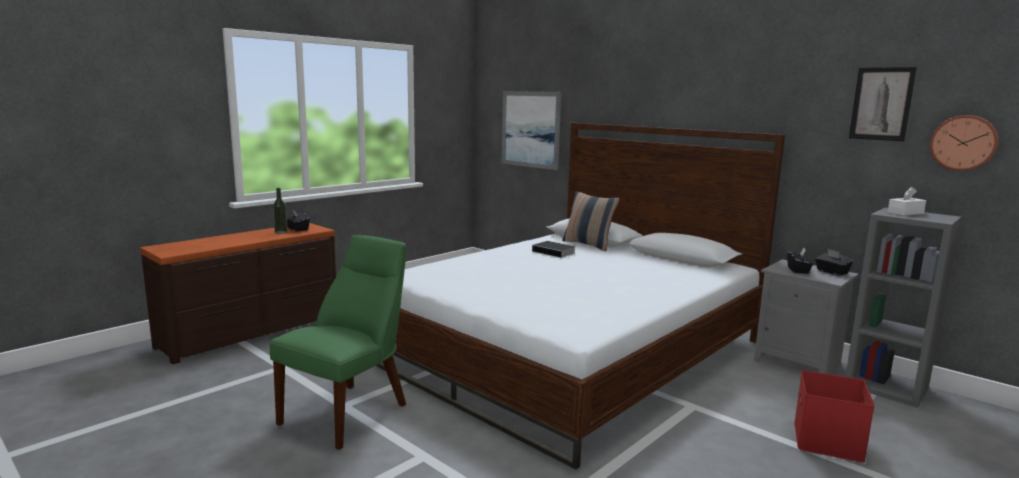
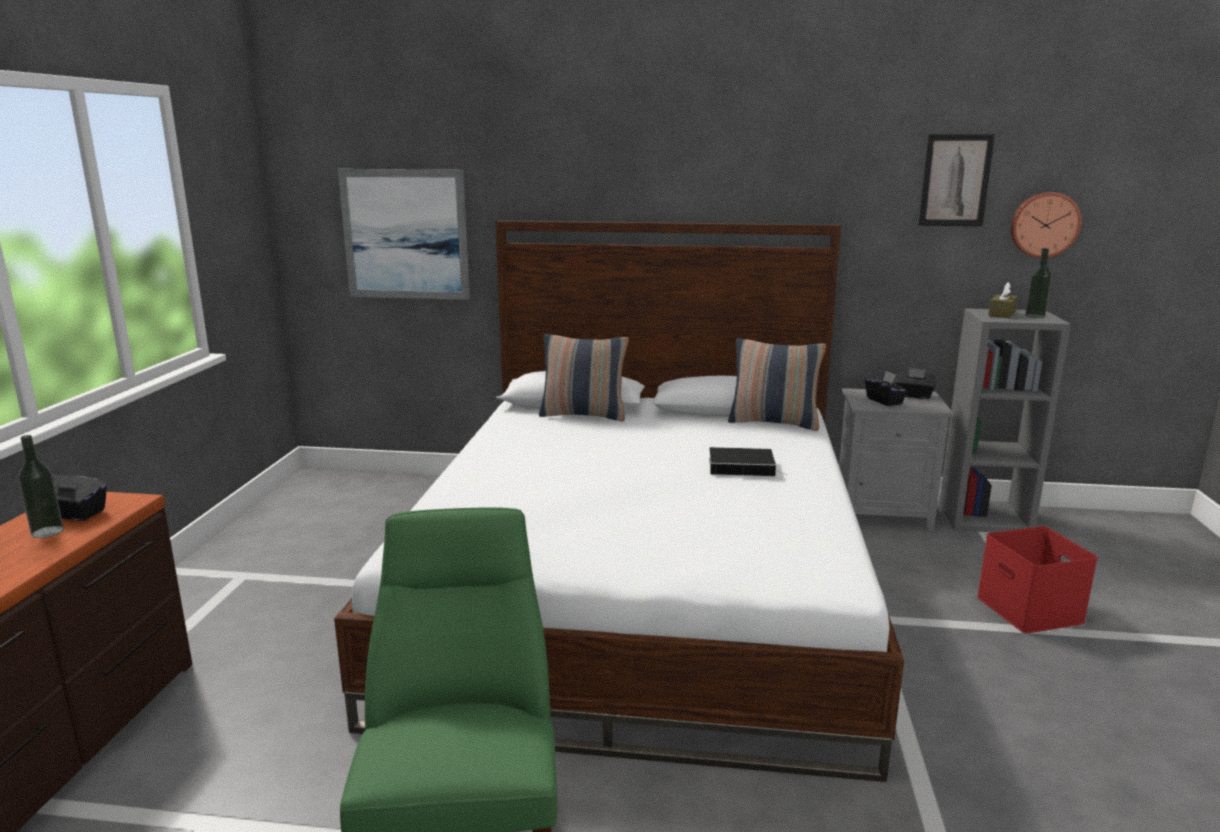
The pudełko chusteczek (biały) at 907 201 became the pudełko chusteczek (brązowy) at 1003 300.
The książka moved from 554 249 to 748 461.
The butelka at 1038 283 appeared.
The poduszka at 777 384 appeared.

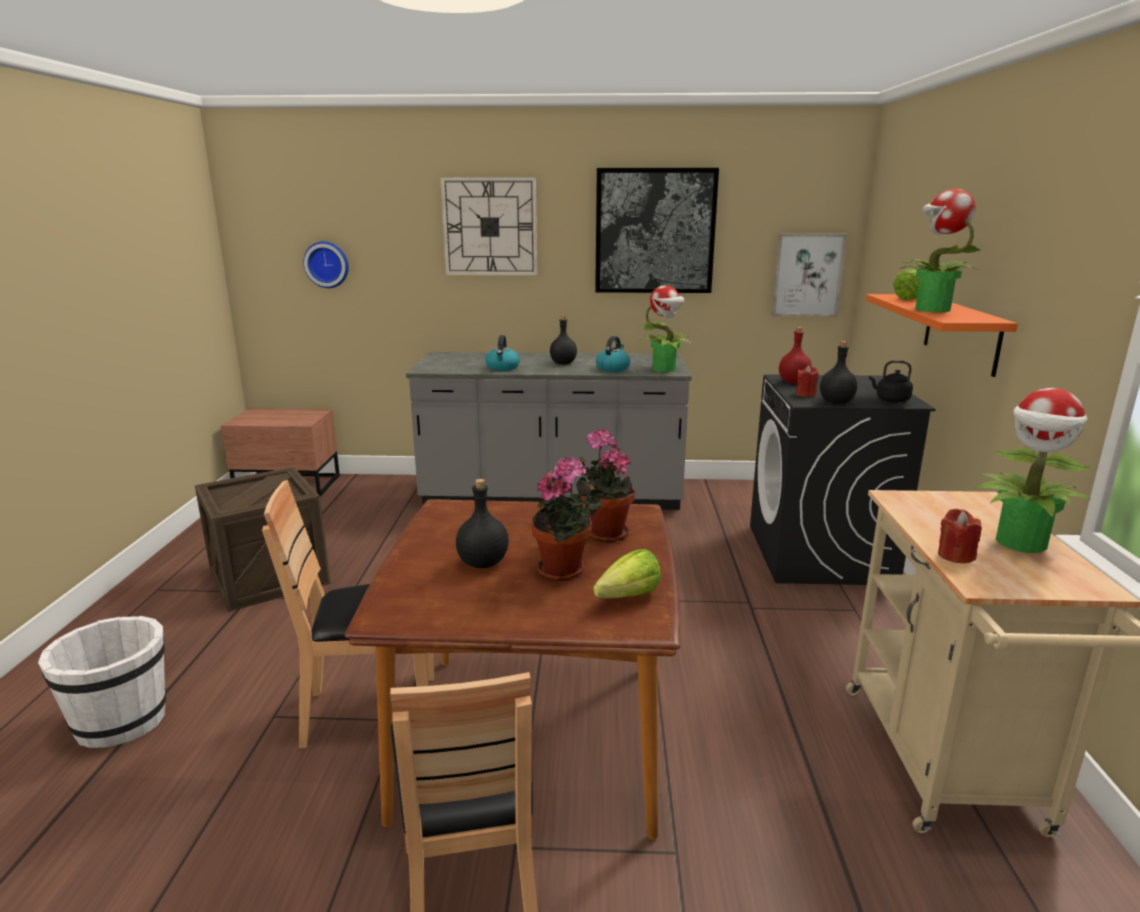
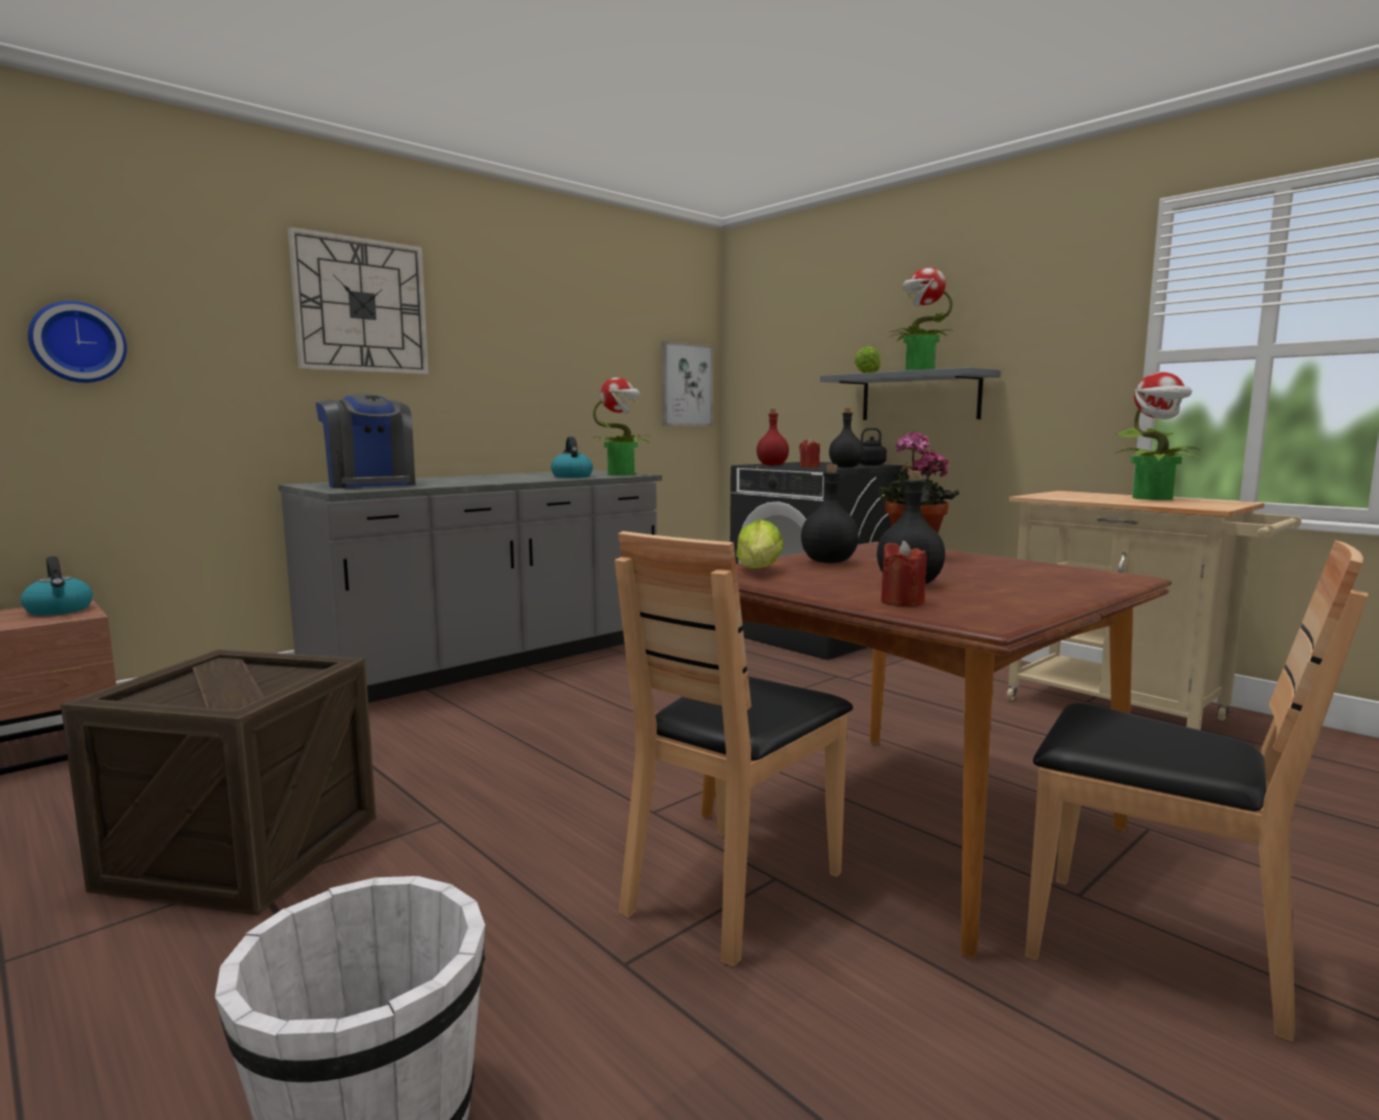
The obraz at 657 230 disappeared.
The półka (pomarańczowy) at 942 335 became the półka (szary) at 910 393.
The butelka (czarny) moved from 563 340 to 830 513.
The czajnik moved from 502 353 to 56 585.
The roślina doniczkowa at 566 519 disappeared.
The świeca (czerwony) moved from 960 536 to 904 574.
The sałata moved from 627 573 to 760 543.
The ekspres do kawy at 365 440 appeared.

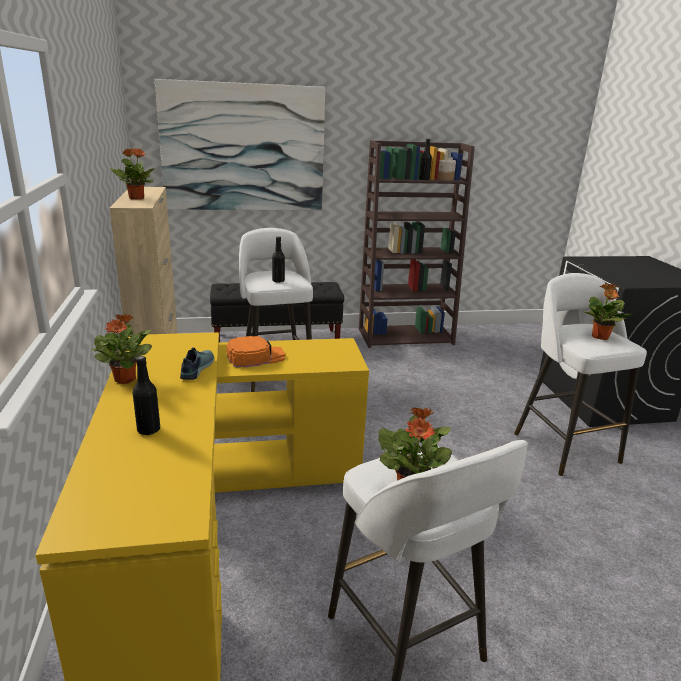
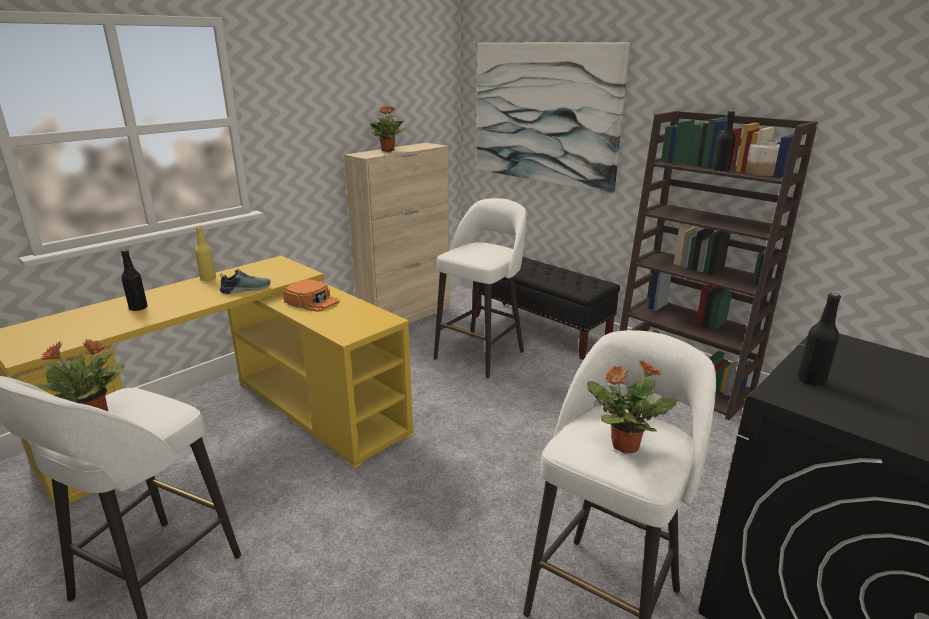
The butelka (czarny) moved from 278 259 to 819 339.
The roślina doniczkowa at 121 349 was replaced by the butelka (żółty) at 205 253.

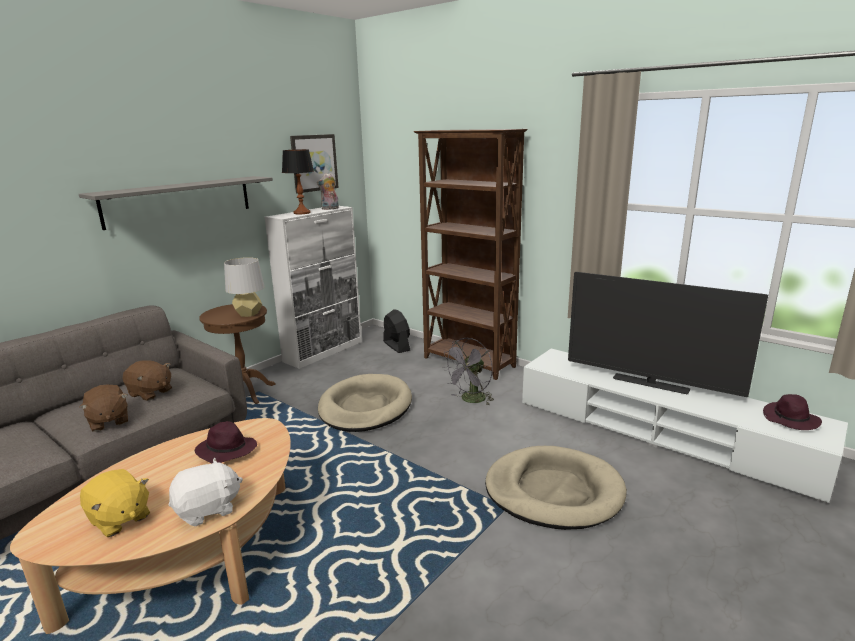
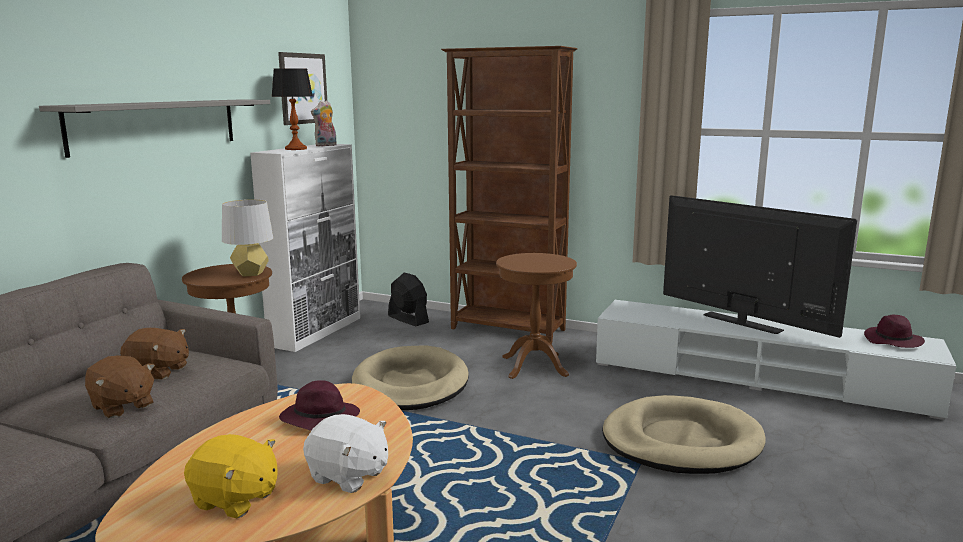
The telewizor at 668 334 turned 150 degrees counterclockwise.
The wentylator (szary) at 467 371 was replaced by the stolik (brązowy) at 536 316.
The pluszak (biały) at 206 492 turned 75 degrees clockwise.

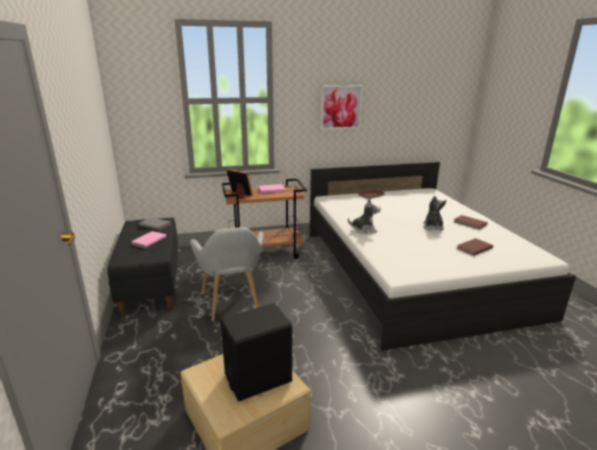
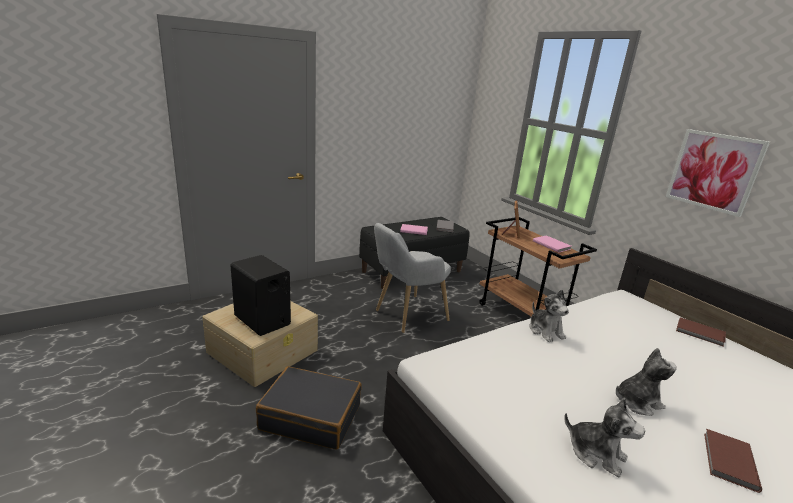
The książka (brązowy) at 475 247 was replaced by the pluszak at 604 437.
The walizka (czarny) at 309 408 appeared.

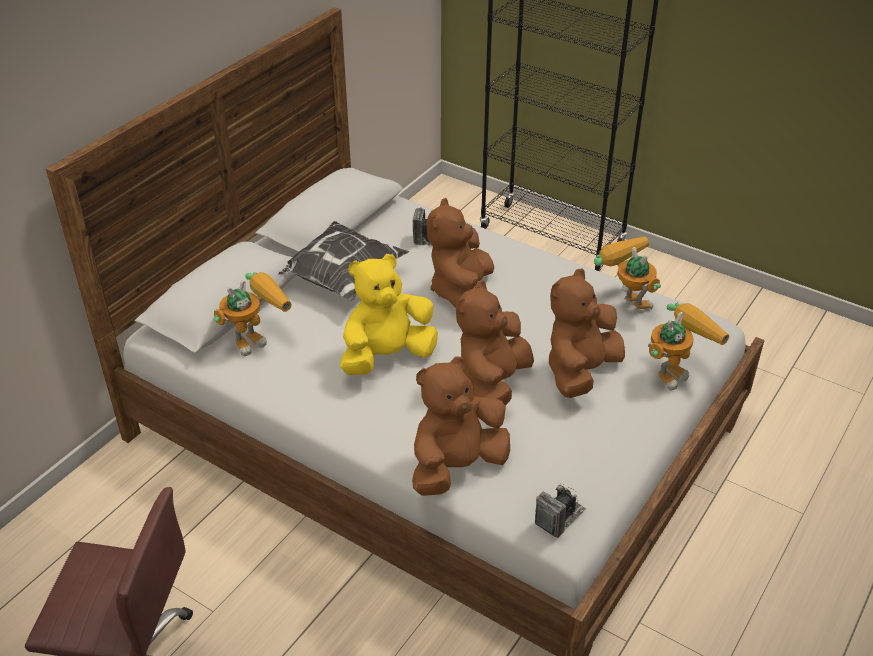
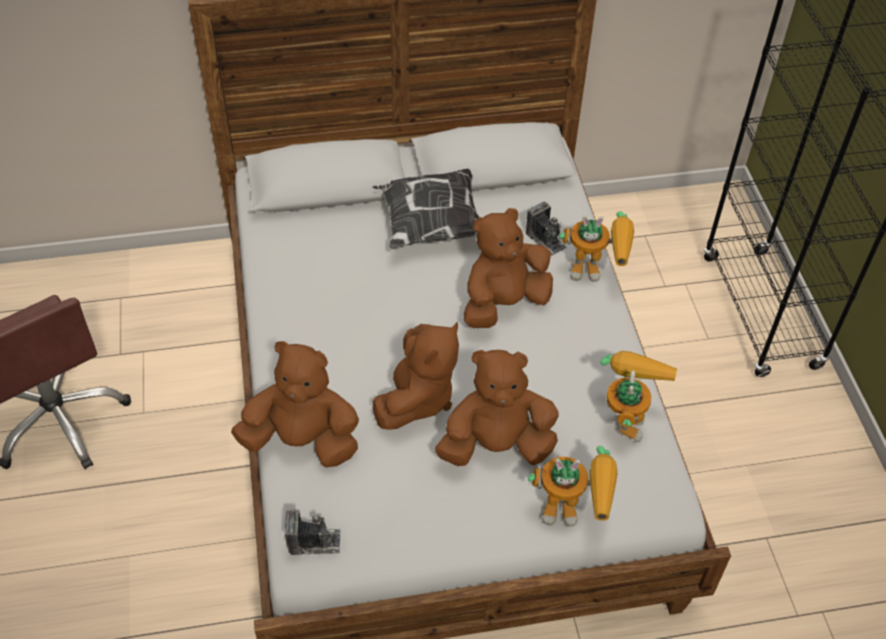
The pluszak (żółty) at 389 314 disappeared.
The robot zabawkowy moved from 253 314 to 596 246.
The pluszak (brązowy) at 495 342 turned 135 degrees clockwise.

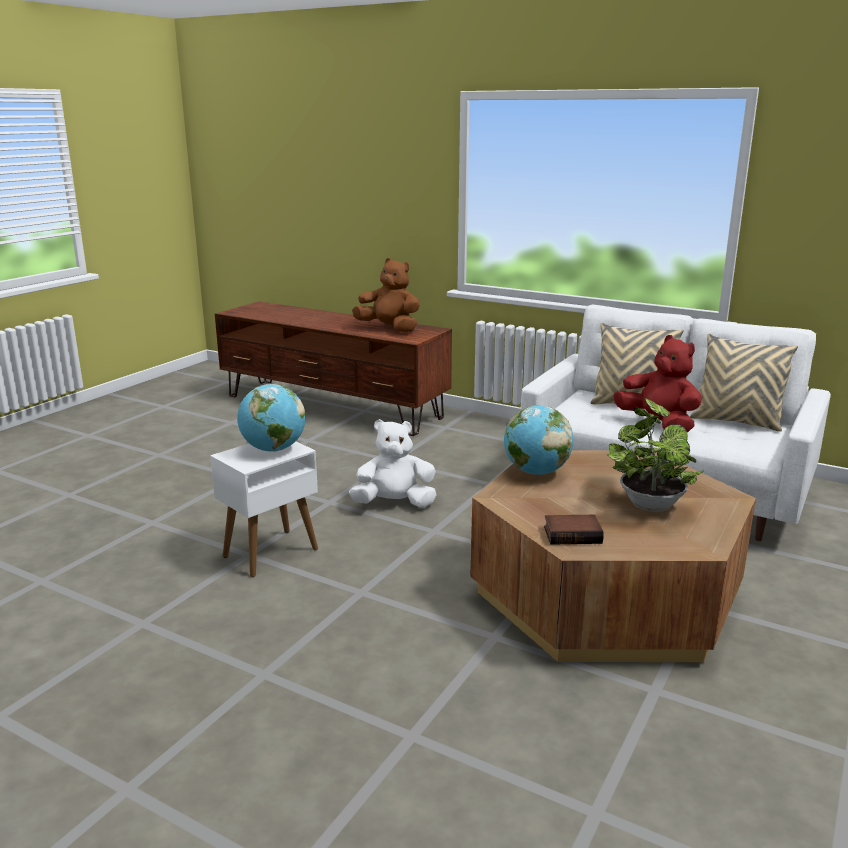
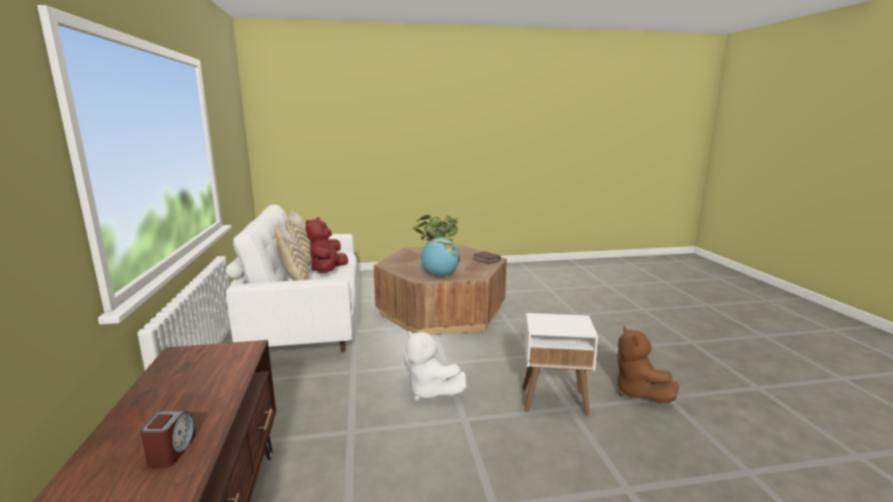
The pluszak (brązowy) moved from 386 295 to 648 364.
The globus at 271 418 disappeared.
The budzik at 168 439 appeared.

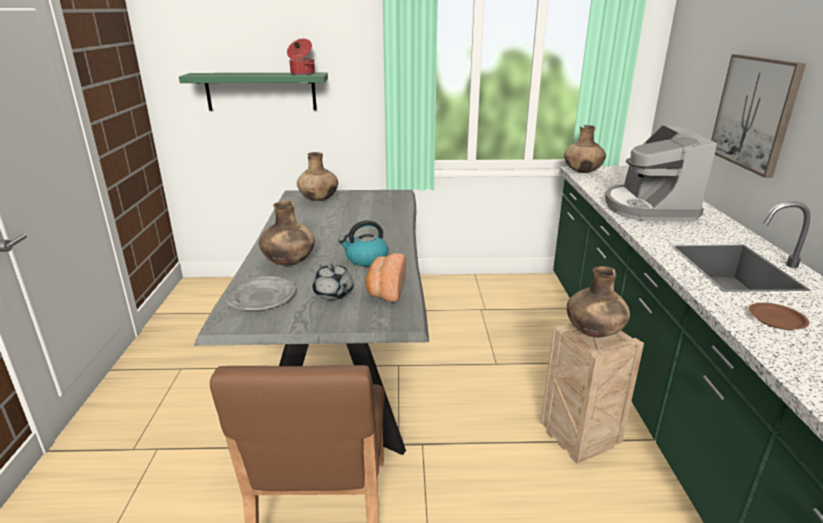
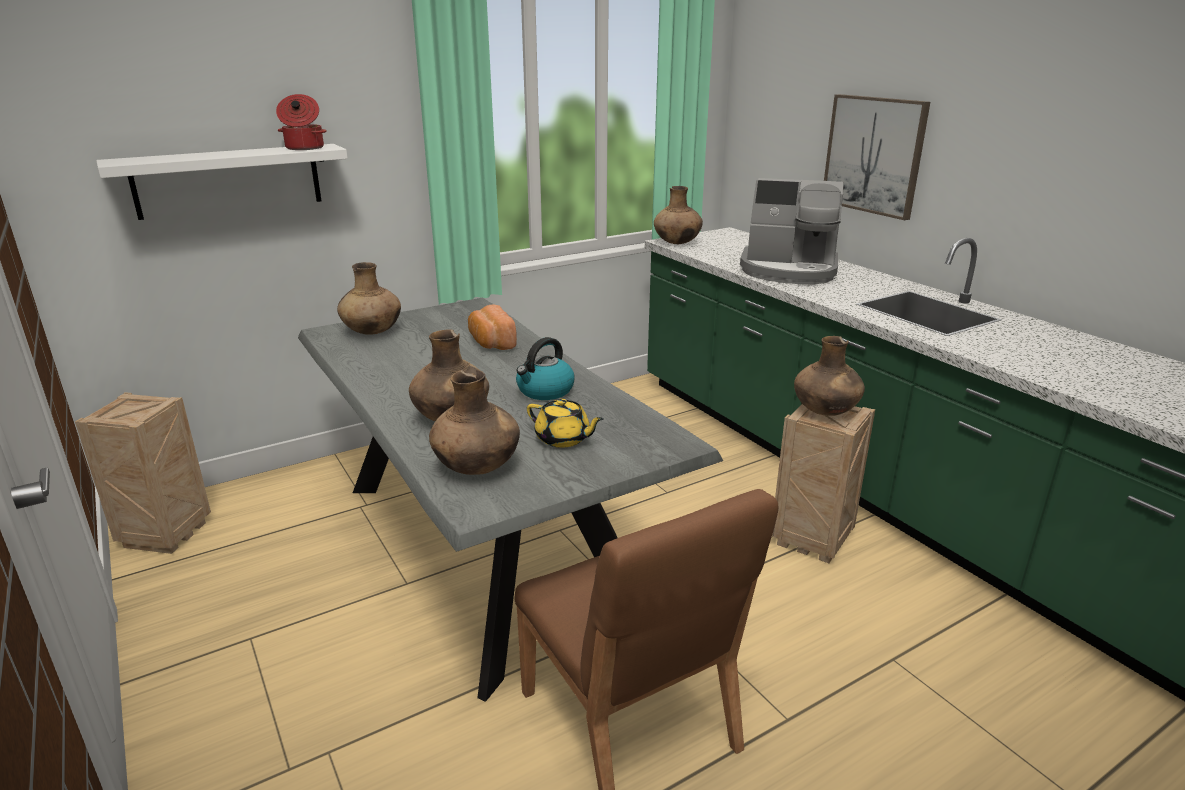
The półka (zielony) at 253 92 became the półka (biały) at 222 182.
The ekspres do kawy at 661 173 turned 45 degrees counterclockwise.
The chleb moved from 385 277 to 492 327.
The imbryk (szary) at 333 282 became the imbryk (żółty) at 565 423.
The talerz (szary) at 260 293 was replaced by the wazon (brązowy) at 474 422.
The talerz (brązowy) at 779 316 disappeared.
The skrzynka at 143 473 appeared.

